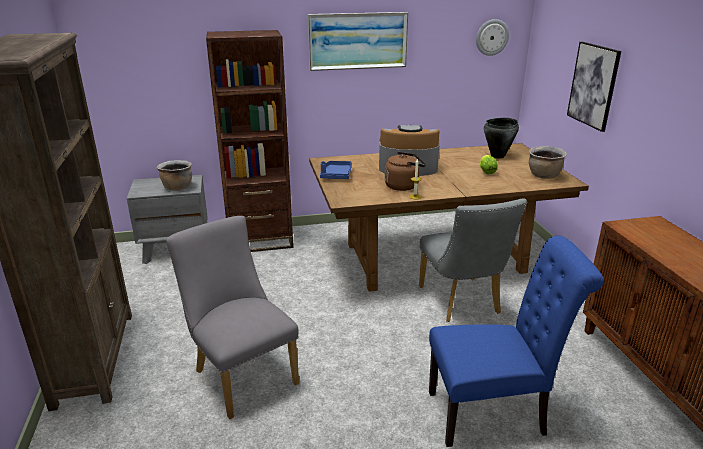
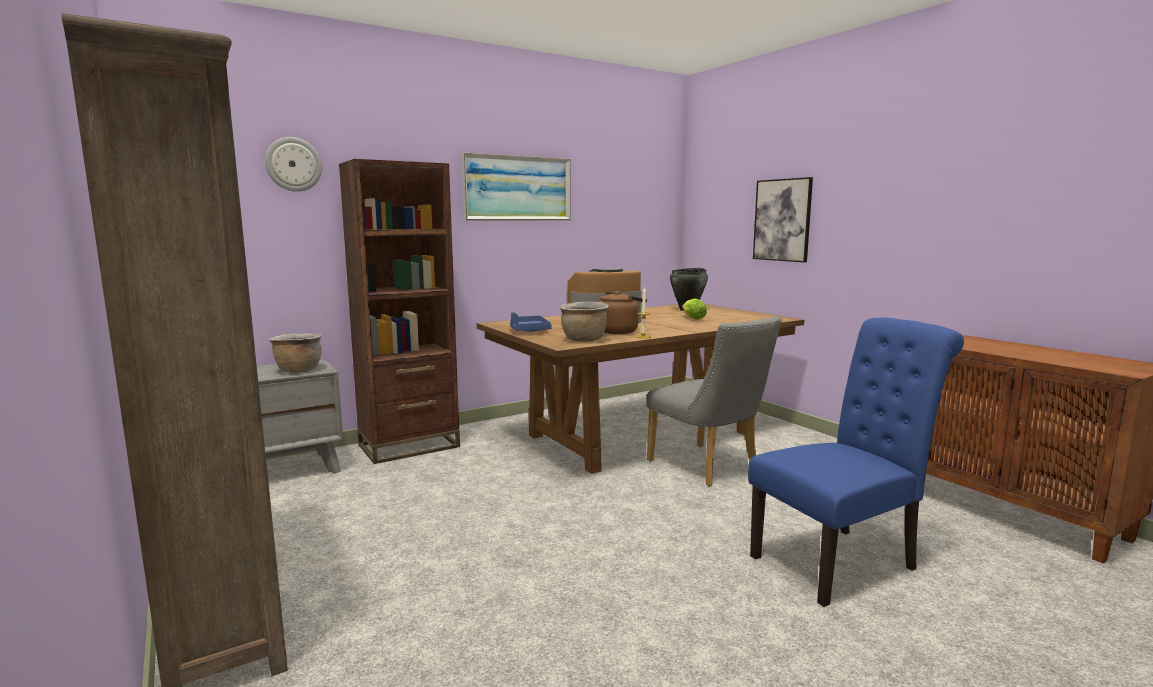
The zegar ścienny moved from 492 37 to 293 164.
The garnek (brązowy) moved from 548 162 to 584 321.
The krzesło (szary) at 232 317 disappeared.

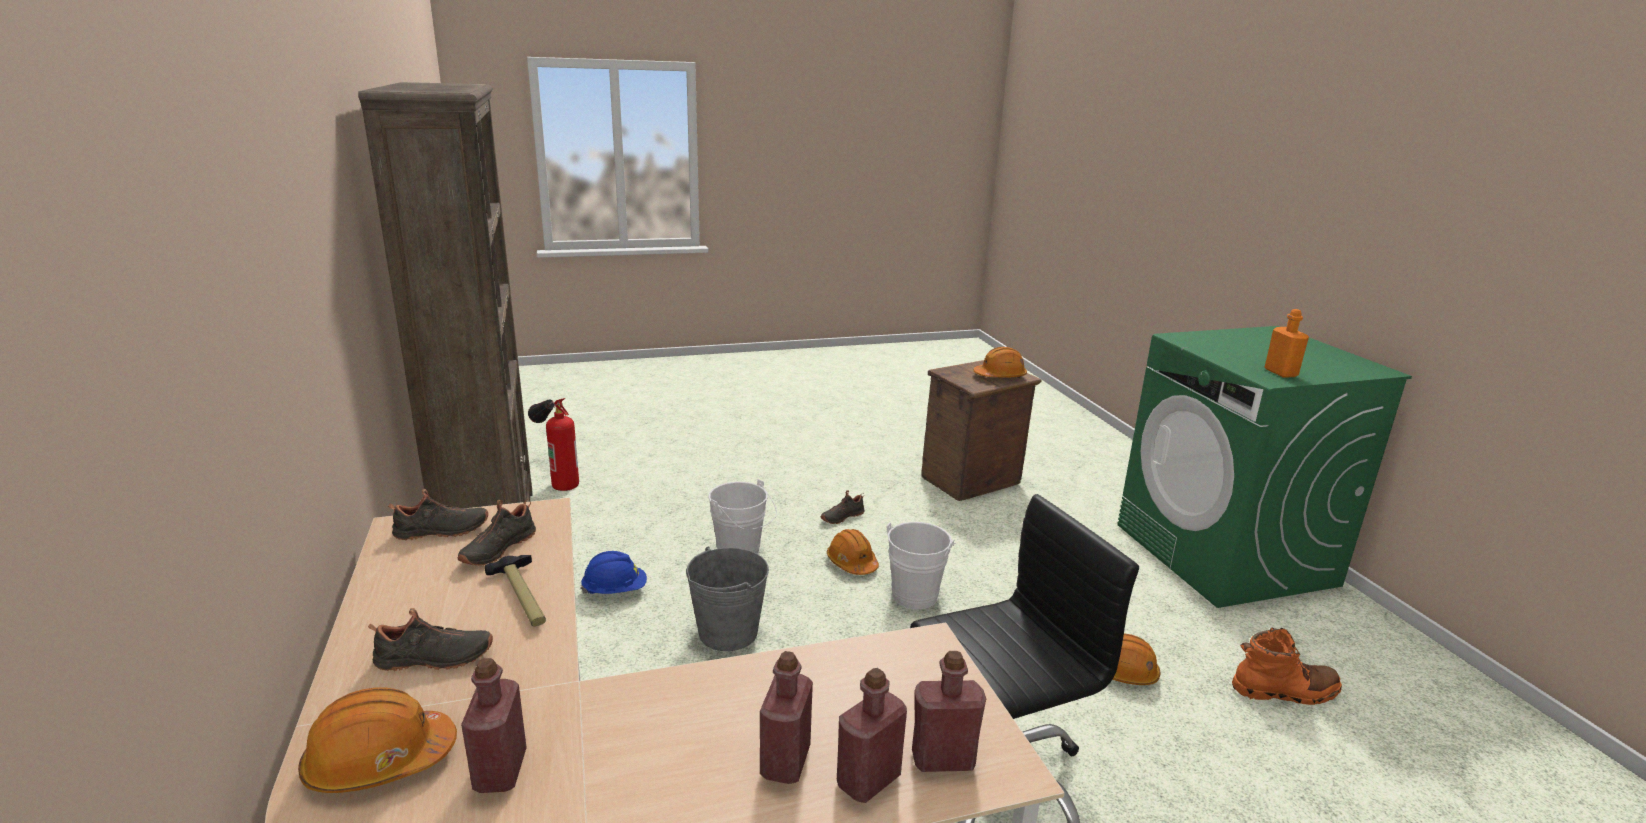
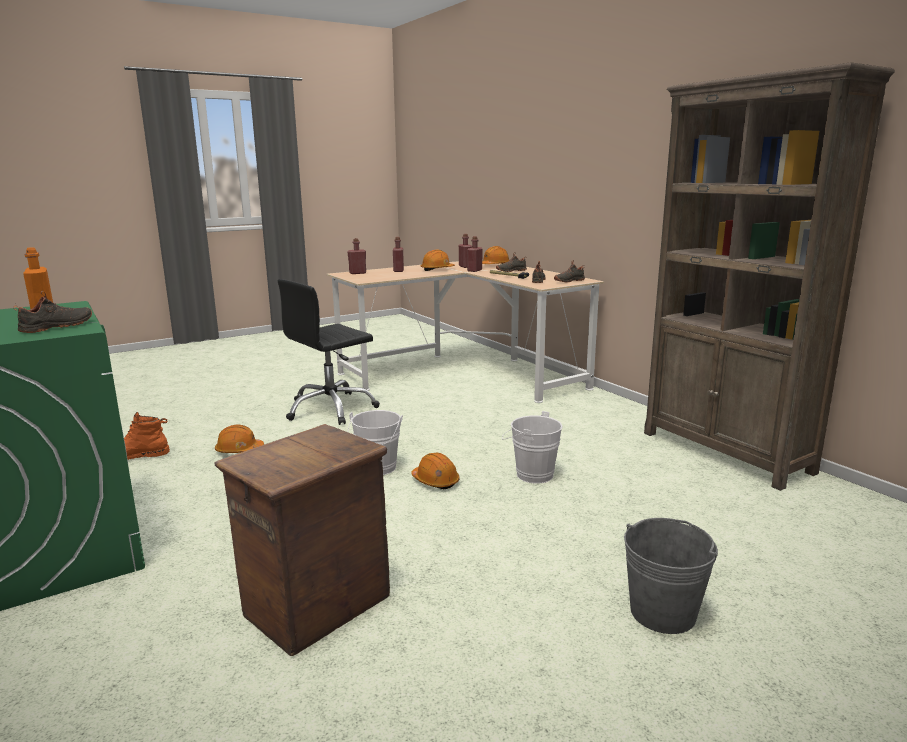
The kask (pomarańczowy) moved from 1000 362 to 438 260.
The gaśnica at 553 444 disappeared.
The but (czarny) moved from 843 507 to 52 312.
The wiadro (szary) moved from 727 599 to 671 576.
The kask (niebieski) at 613 572 disappeared.
The butelka (czerwony) moved from 872 735 to 475 254.

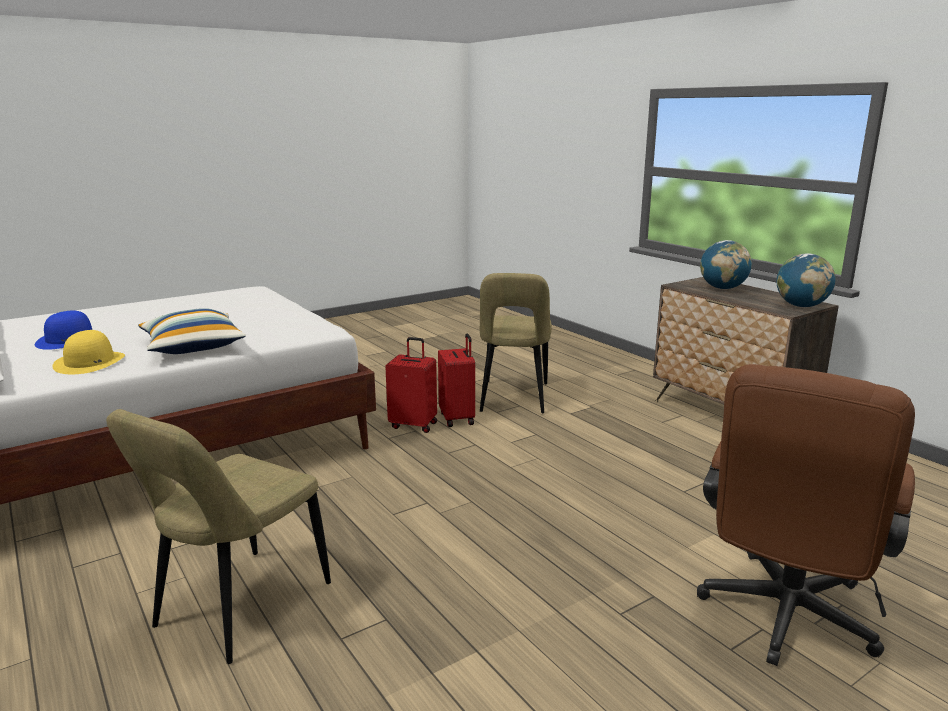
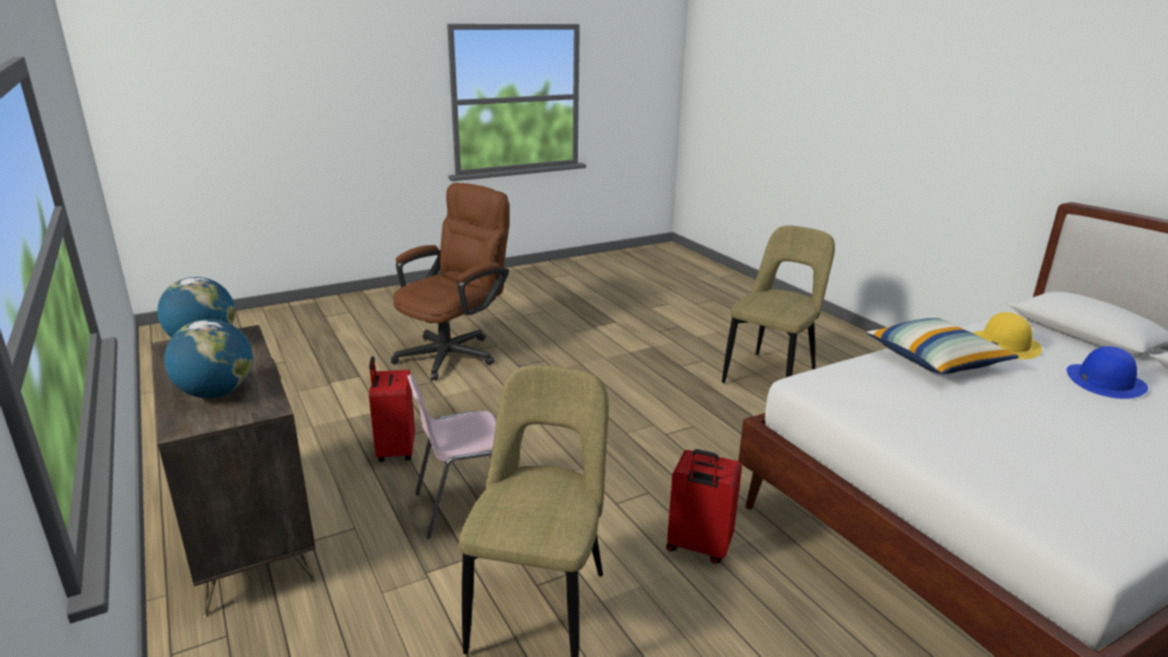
The walizka (czerwony) moved from 456 380 to 392 409.
The krzesło (różowy) at 451 457 appeared.

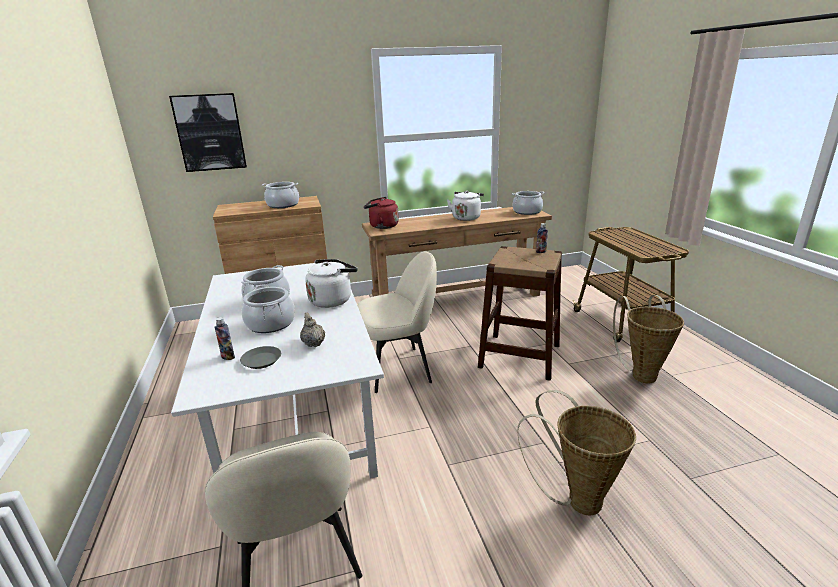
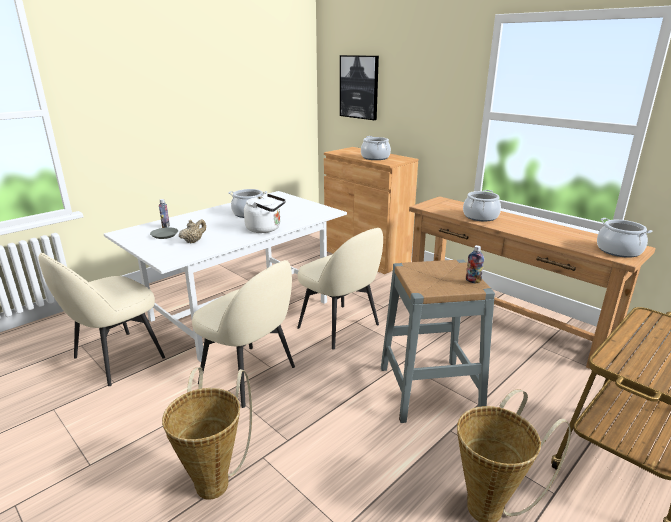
The czajnik (biały) at 465 206 disappeared.
The czajnik (czerwony) at 381 213 disappeared.
The stołek (brązowy) at 520 313 became the stołek (szary) at 438 341.
The garnek moved from 268 308 to 482 206.
The krzesło (beżowy) at 243 334 appeared.

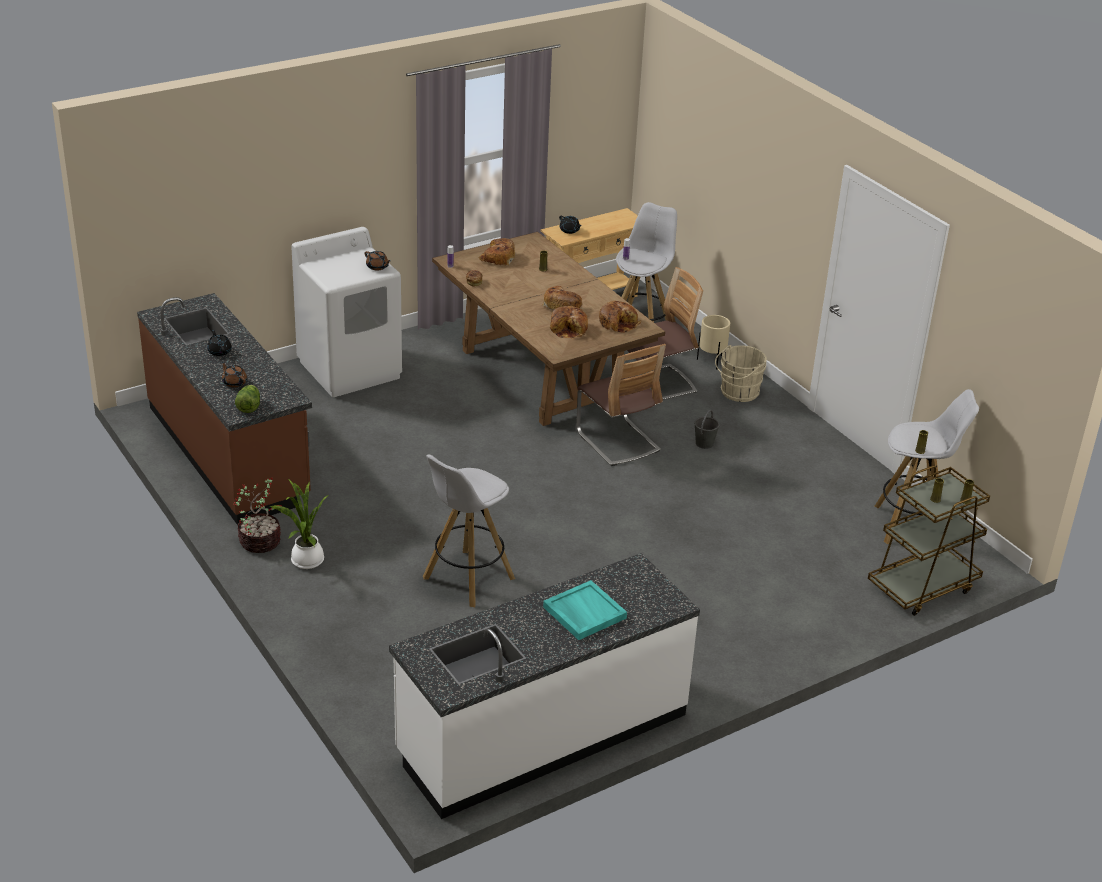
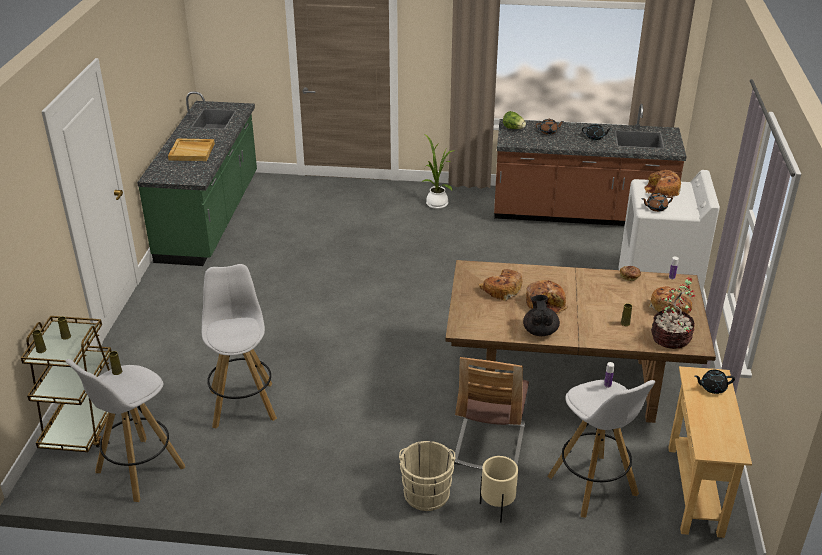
The chleb moved from 620 317 to 663 183.
The krzesło at 621 405 disappeared.
The wiadro (szary) at 707 429 disappeared.
The stołek (biały) moved from 469 530 to 239 346.
The roślina doniczkowa moved from 257 515 to 673 313.
The zabudowa kuchenna (biały) at 544 686 became the zabudowa kuchenna (zielony) at 197 178.
The taca (turkusowy) at 585 610 became the taca (beżowy) at 191 149.
The imbryk (czarny) at 541 315 appeared.

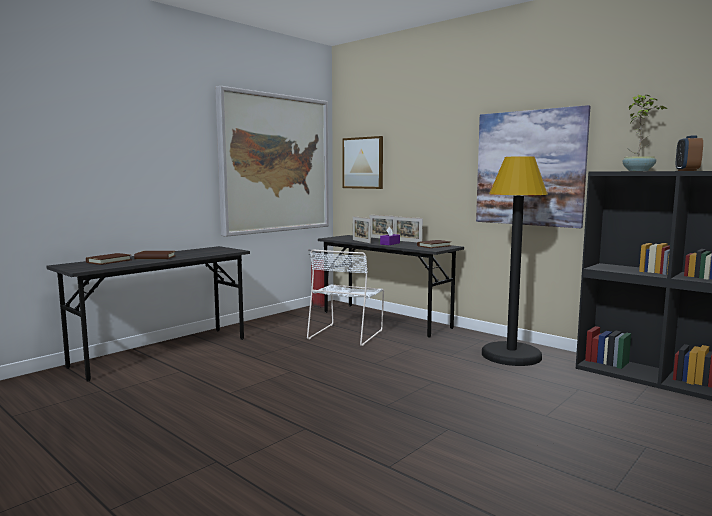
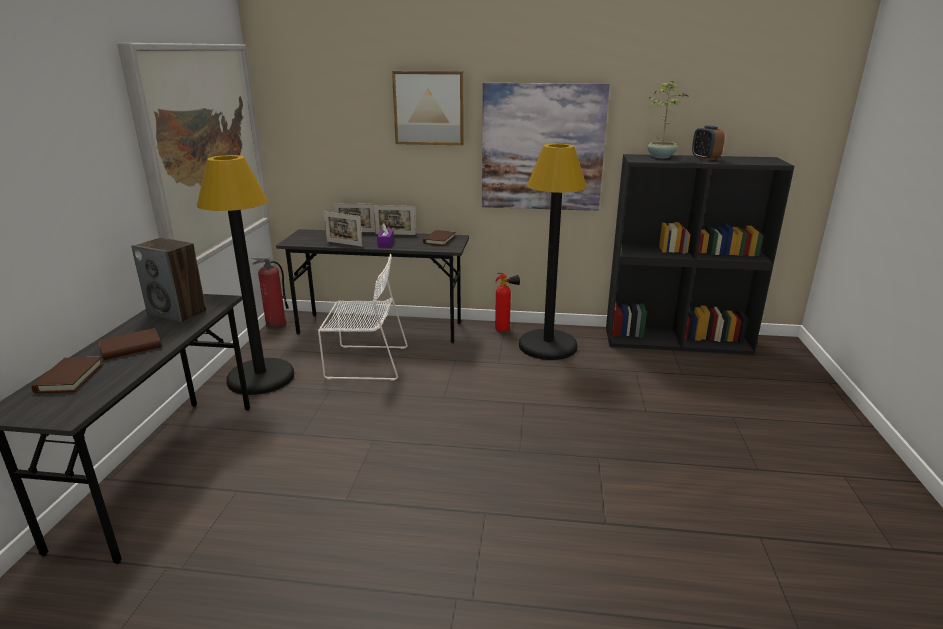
The obraz moved from 362 162 to 428 108.
The krzesło (biały) at 345 297 turned 75 degrees counterclockwise.
The lampa stojąca (czarny) at 245 275 appeared.
The głośnik at 168 280 appeared.
The gaśnica at 507 302 appeared.

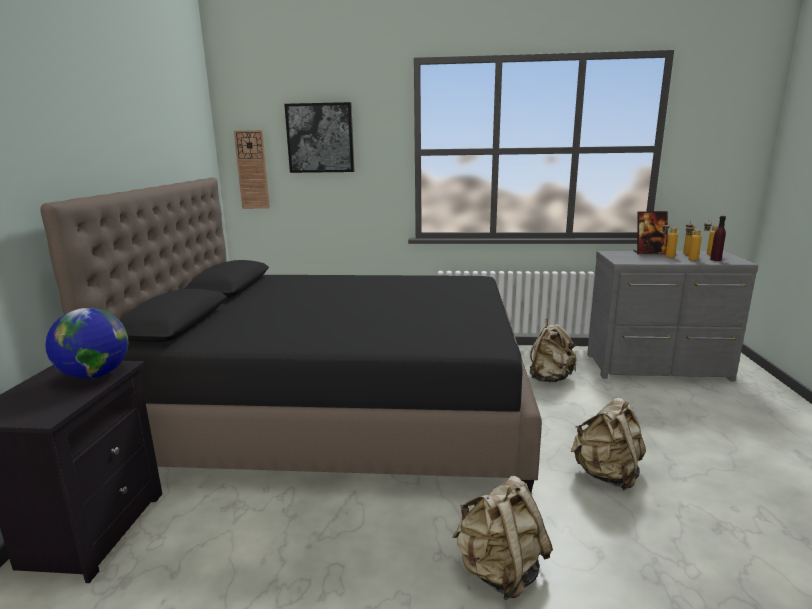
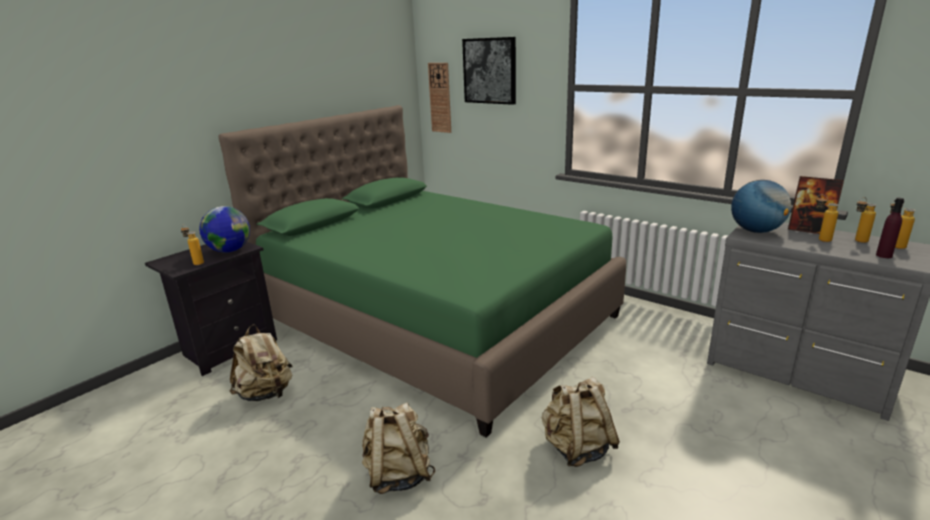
The łóżko (czarny) at 291 334 became the łóżko (zielony) at 422 271.
The butelka moved from 694 242 to 192 245.
The plecak (beżowy) moved from 553 350 to 261 363.
The globus at 761 206 appeared.

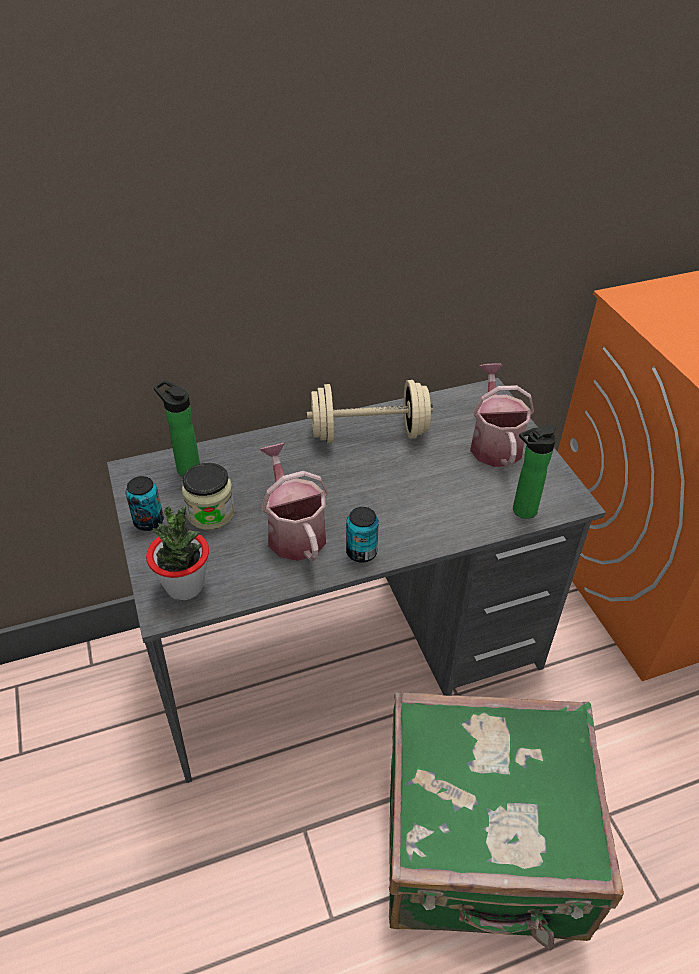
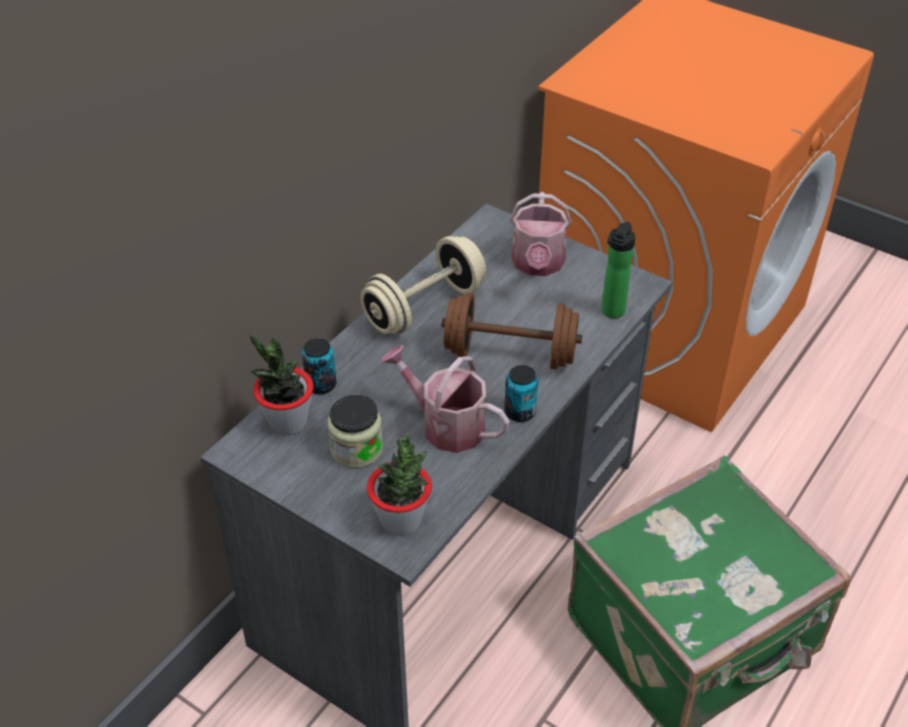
The konewka at 502 415 turned 135 degrees counterclockwise.
The butelka at 177 428 was replaced by the roślina doniczkowa at 282 384.
The puszka moved from 144 503 to 319 366.
The hantel (brązowy) at 512 331 appeared.

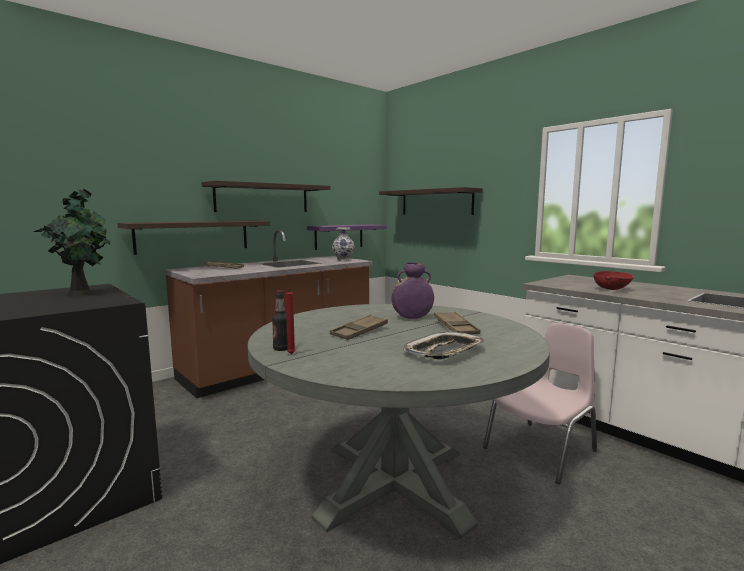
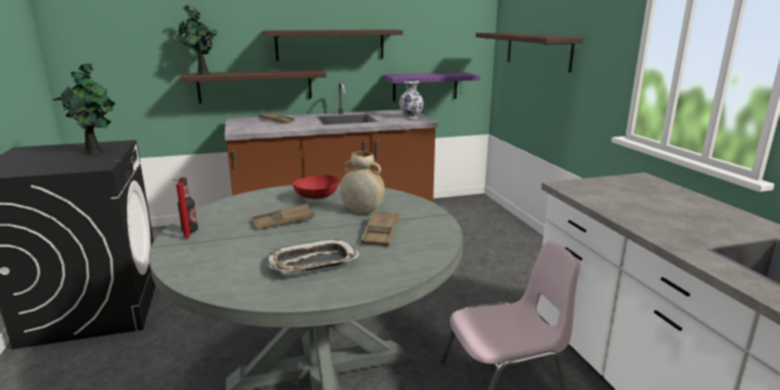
The wazon (fioletowy) at 413 291 became the wazon (beżowy) at 362 182.
The miska (czerwony) moved from 613 280 to 316 187.
The roślina doniczkowa at 198 40 appeared.

